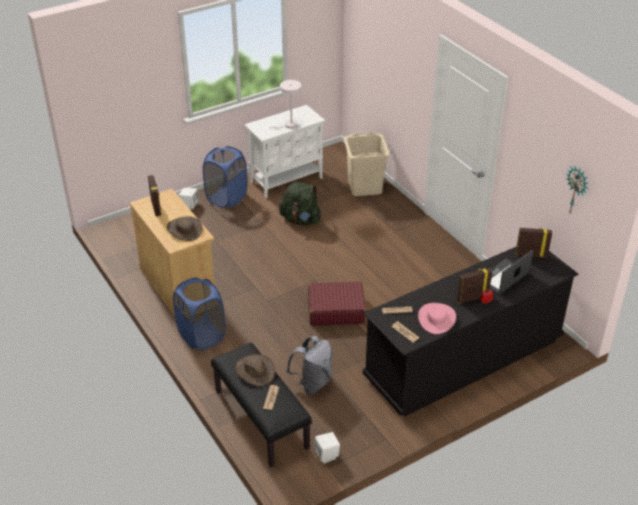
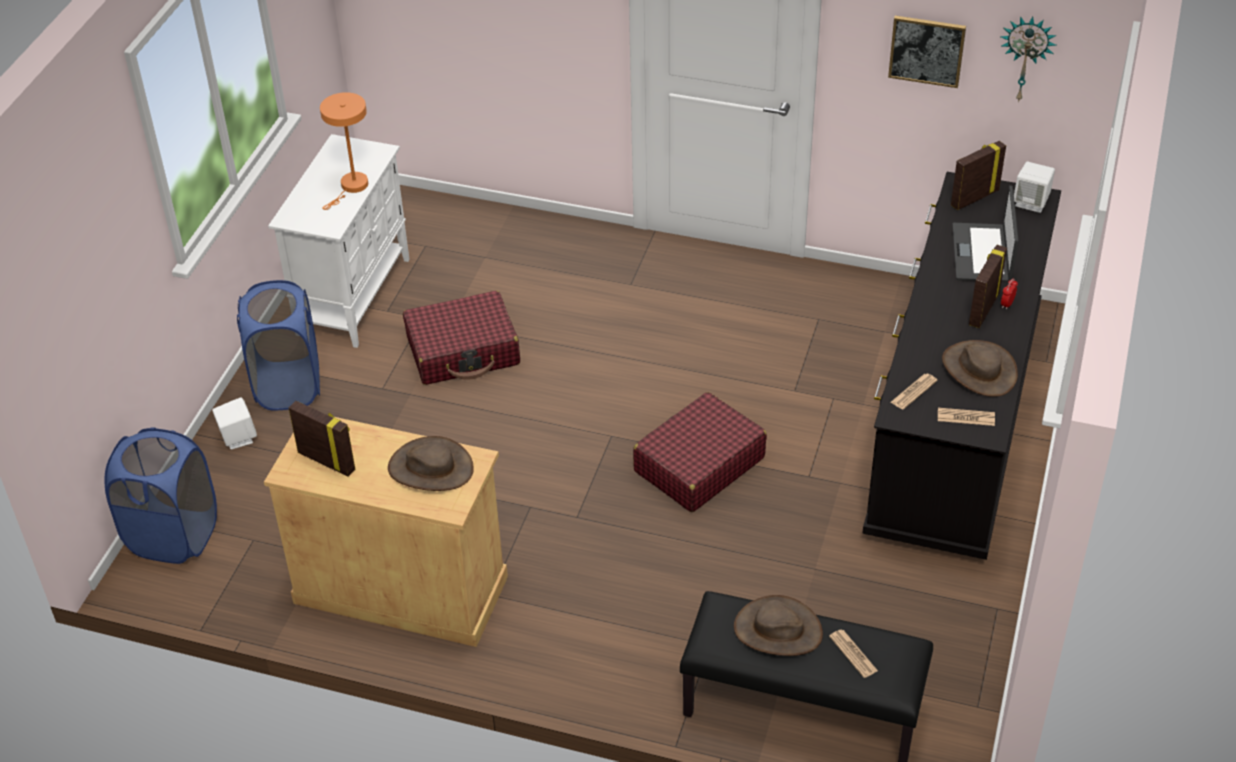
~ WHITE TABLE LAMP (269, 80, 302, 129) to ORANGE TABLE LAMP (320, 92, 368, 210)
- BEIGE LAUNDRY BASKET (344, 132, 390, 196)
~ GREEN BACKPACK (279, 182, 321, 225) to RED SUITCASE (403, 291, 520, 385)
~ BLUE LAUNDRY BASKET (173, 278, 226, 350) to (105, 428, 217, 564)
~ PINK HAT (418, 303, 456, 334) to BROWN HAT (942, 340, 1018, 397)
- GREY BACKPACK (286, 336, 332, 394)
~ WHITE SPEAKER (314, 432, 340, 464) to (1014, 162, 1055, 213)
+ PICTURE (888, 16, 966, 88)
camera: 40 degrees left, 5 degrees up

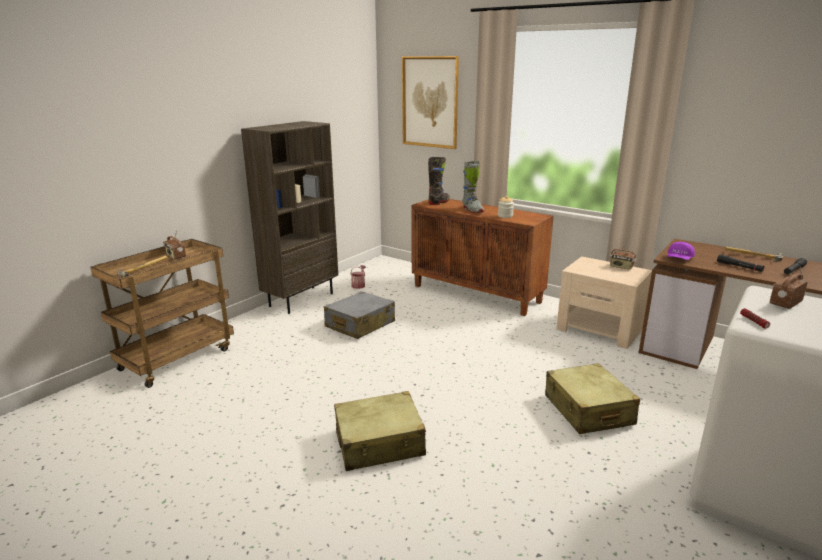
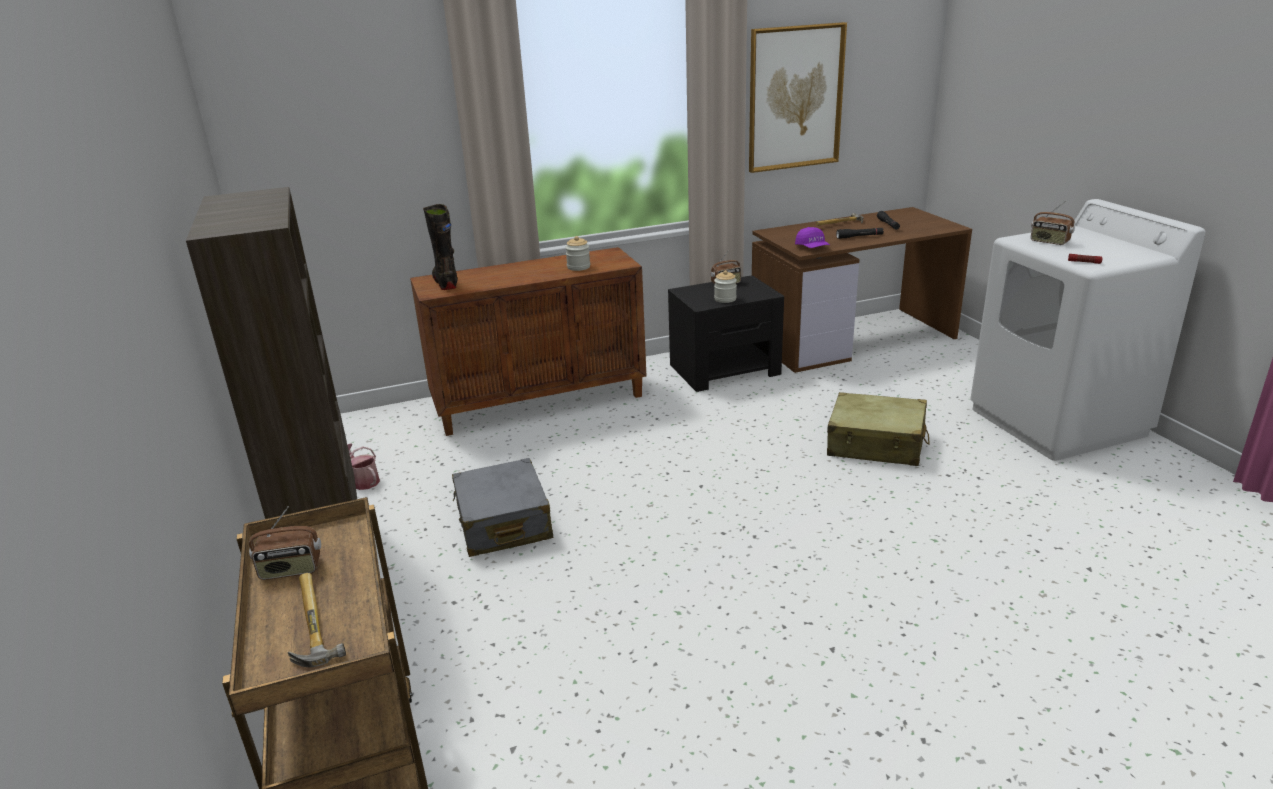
~ PICTURE (402, 56, 459, 149) to (749, 22, 847, 173)
- GREY BOOT (462, 161, 484, 213)
~ BEIGE NIGHTSTAND (556, 256, 652, 349) to BLACK NIGHTSTAND (668, 275, 784, 392)
~ RADIO (770, 267, 808, 309) = (1031, 201, 1075, 245) 45 degrees counterclockwise
- BEIGE SUITCASE (334, 391, 426, 471)
+ JAR (714, 270, 737, 303)
camera: 55 degrees left, 5 degrees up

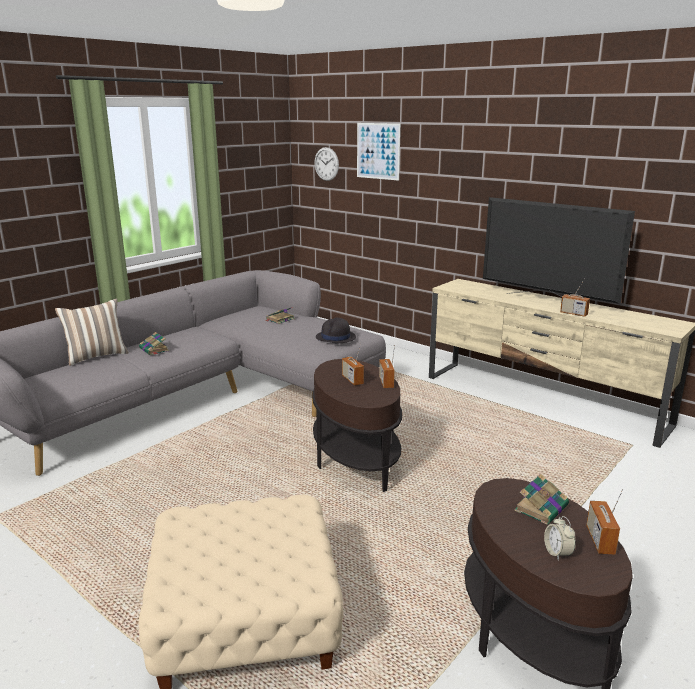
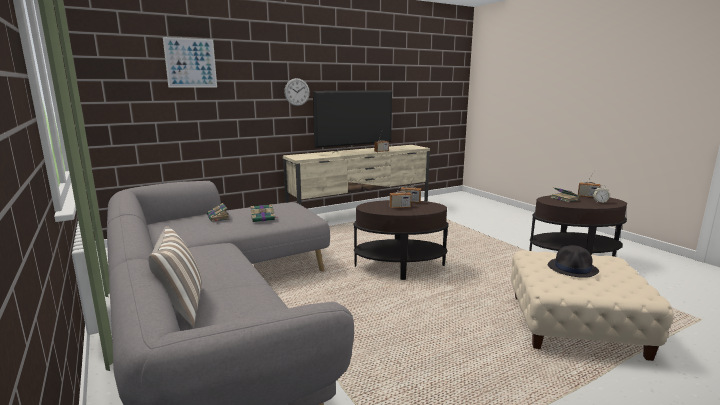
~ WALL CLOCK (314, 147, 339, 181) to (284, 78, 310, 106)
~ BLACK HAT (316, 318, 356, 344) to (548, 245, 599, 278)
~ BOOK (139, 332, 169, 355) to (250, 204, 278, 222)
camera: 70 degrees left, 5 degrees down

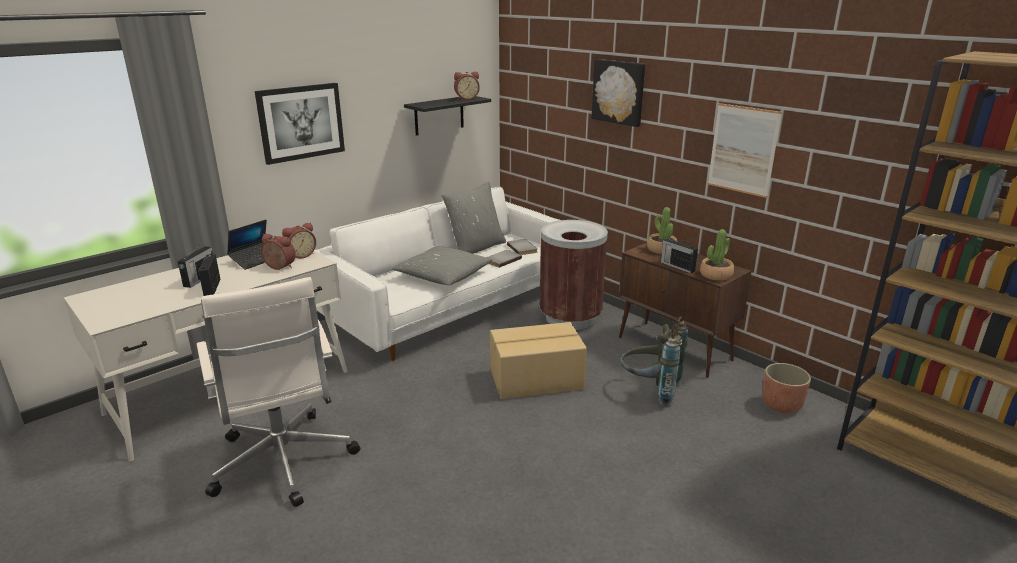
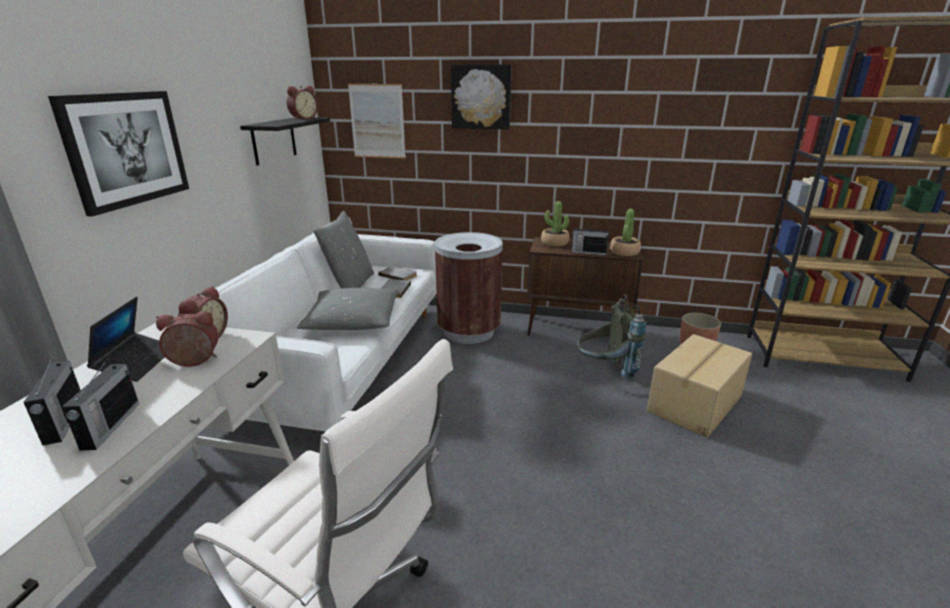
~ PICTURE (708, 103, 782, 198) to (348, 84, 406, 158)
~ RADIO (198, 254, 220, 296) = (62, 357, 139, 450) 135 degrees counterclockwise
~ CARDBOARD BOX (490, 322, 587, 399) to (647, 334, 752, 438)
camera: 35 degrees left, 0 degrees up

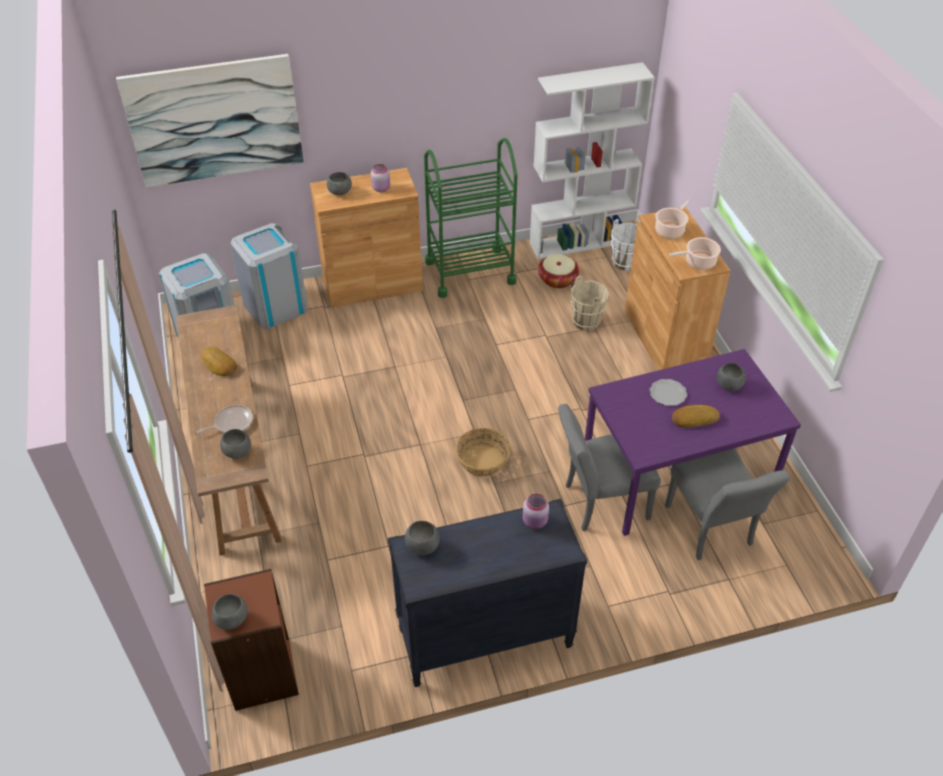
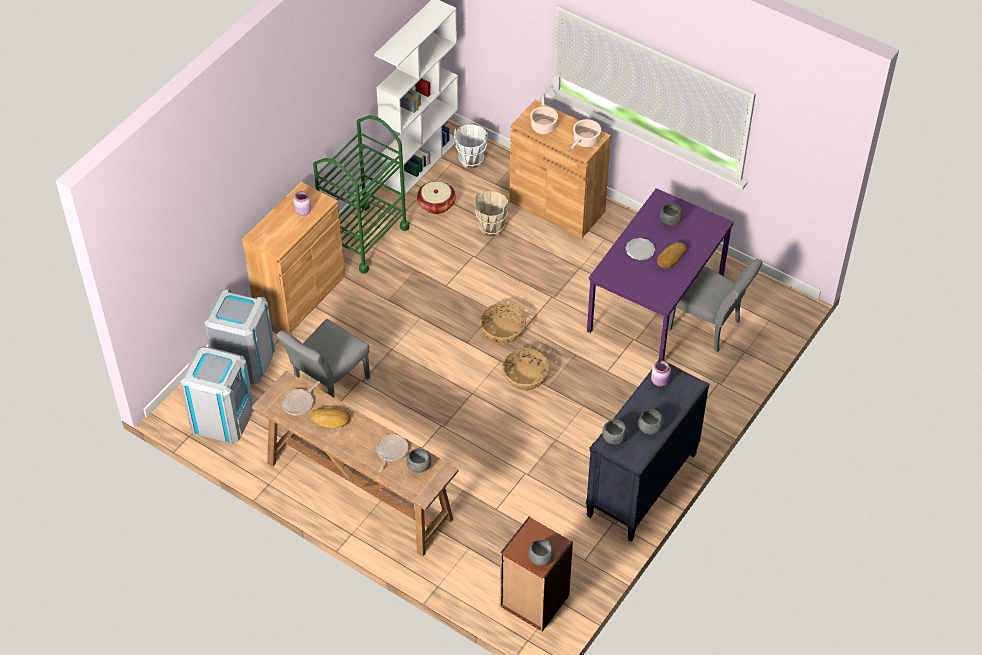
- PICTURE (116, 54, 304, 187)
~ GREY BOWL (327, 172, 352, 195) to (638, 409, 664, 434)
~ GREY CHAIR (558, 404, 661, 531) to (276, 319, 370, 397)
+ BASKET (480, 303, 526, 344)
+ FRYING PAN (282, 381, 320, 415)
camera: 40 degrees left, 5 degrees up

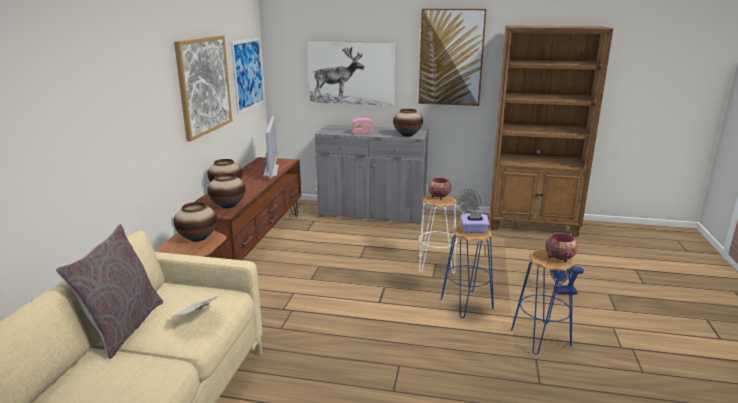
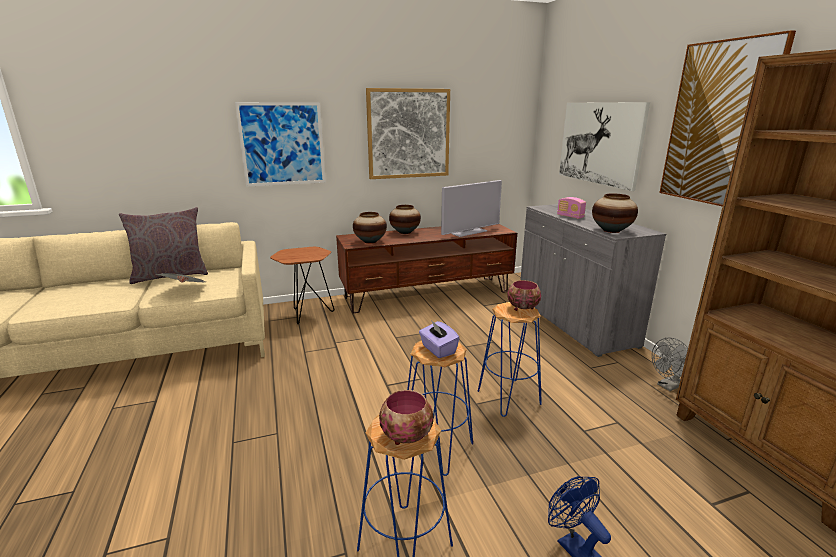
~ PICTURE (231, 38, 265, 114) to (235, 102, 326, 187)
~ WHITE STOOL (419, 195, 457, 273) to BLUE STOOL (478, 302, 542, 417)
- VASE (174, 202, 217, 242)
camera: 60 degrees right, 0 degrees up

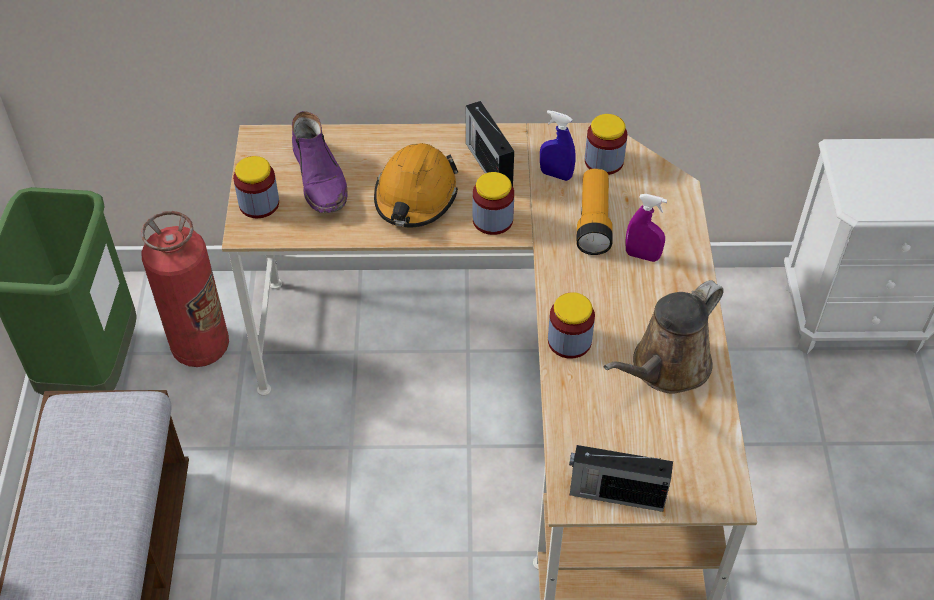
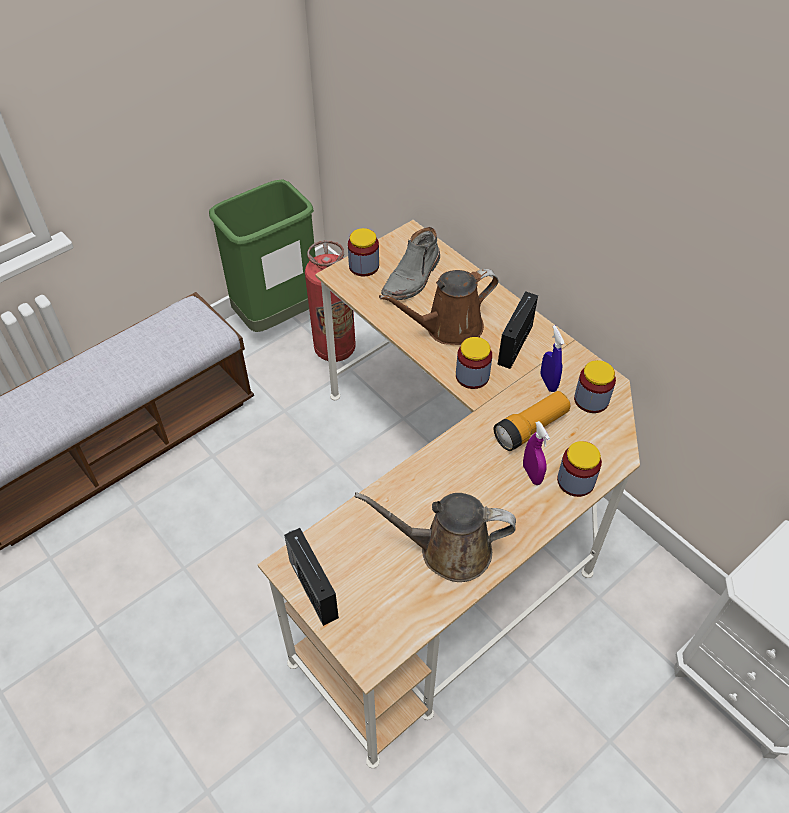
~ PURPLE BOOT (292, 111, 347, 213) to GREY BOOT (381, 227, 440, 300)
~ ORANGE HARD HAT (374, 143, 458, 227) to BROWN WATERING CAN (379, 269, 498, 345)
~ JAR (548, 292, 595, 359) to (557, 441, 602, 497)
camera: 50 degrees right, 0 degrees up

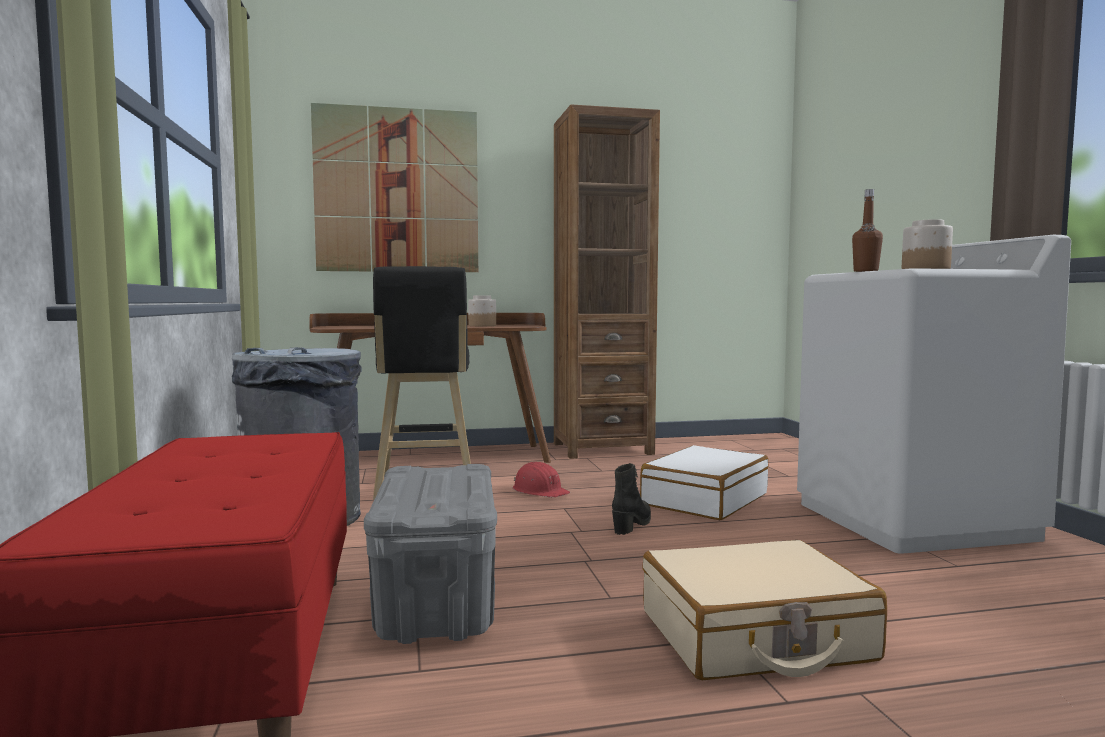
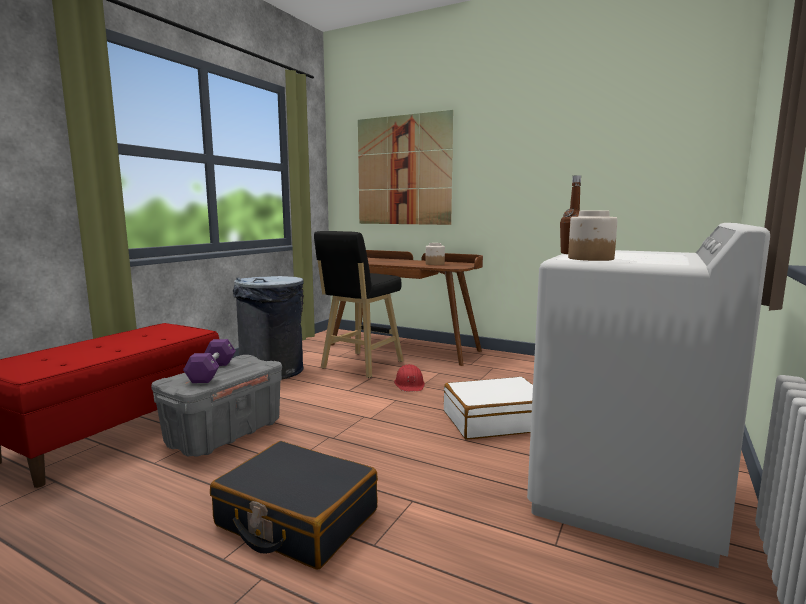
- BROWN BOOKCASE (554, 104, 660, 459)
- BLACK BOOT (612, 463, 651, 535)
~ BEIGE SUITCASE (643, 540, 887, 680) to BLACK SUITCASE (210, 441, 378, 570)
+ PURPLE DUMBBELL (183, 339, 236, 383)
camera: 40 degrees right, 5 degrees up

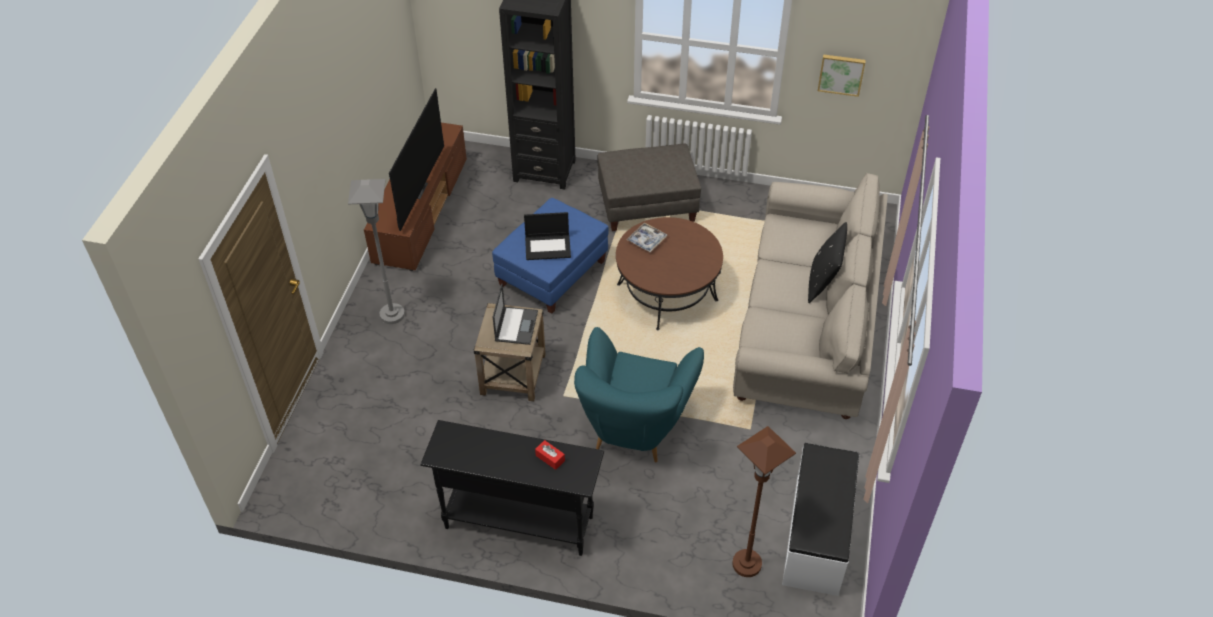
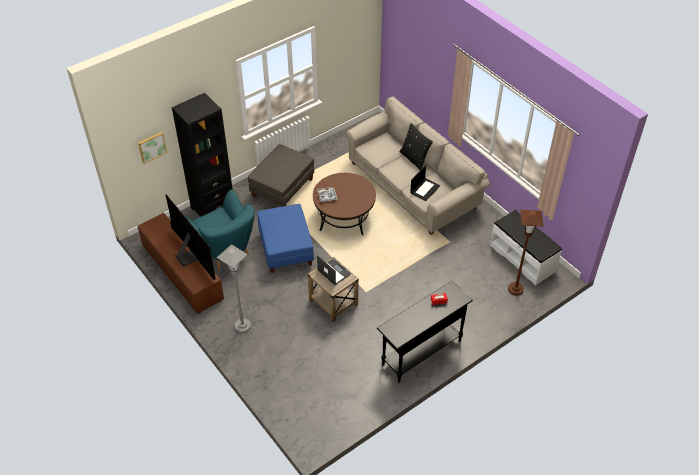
~ PICTURE (818, 54, 866, 97) to (138, 132, 167, 164)
~ LAPTOP (524, 212, 571, 260) to (410, 165, 440, 201)
~ TURQUOISE ARMCHAIR (574, 327, 704, 462) to (184, 190, 255, 270)
camera: 50 degrees left, 0 degrees up

